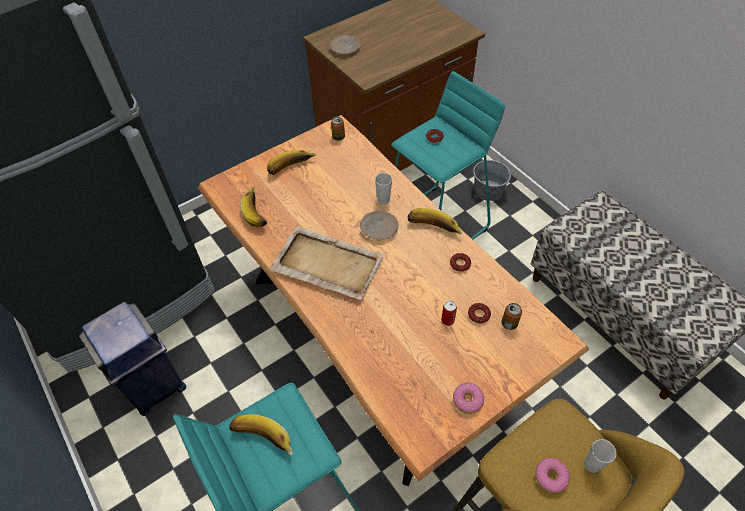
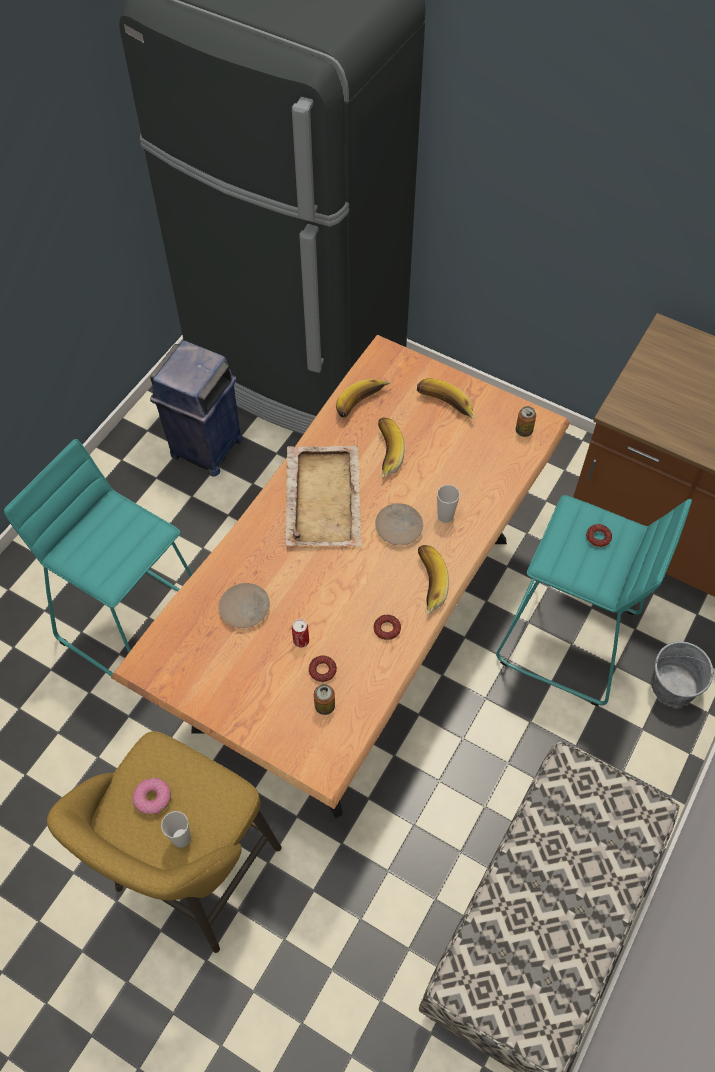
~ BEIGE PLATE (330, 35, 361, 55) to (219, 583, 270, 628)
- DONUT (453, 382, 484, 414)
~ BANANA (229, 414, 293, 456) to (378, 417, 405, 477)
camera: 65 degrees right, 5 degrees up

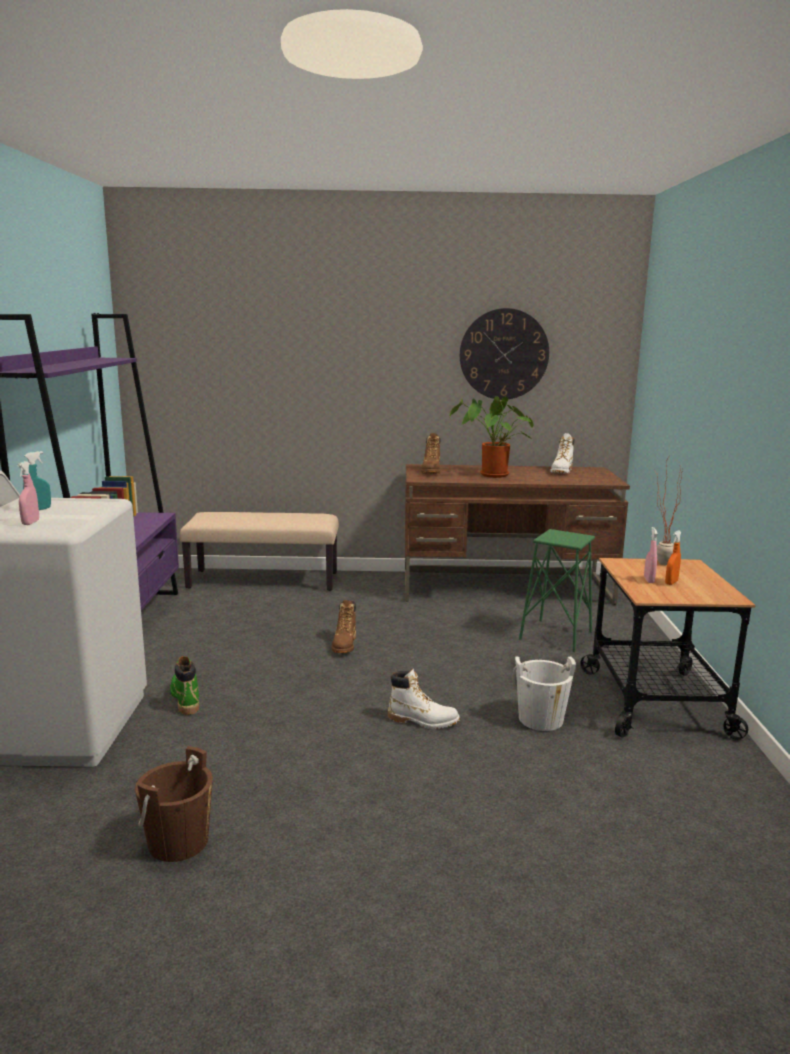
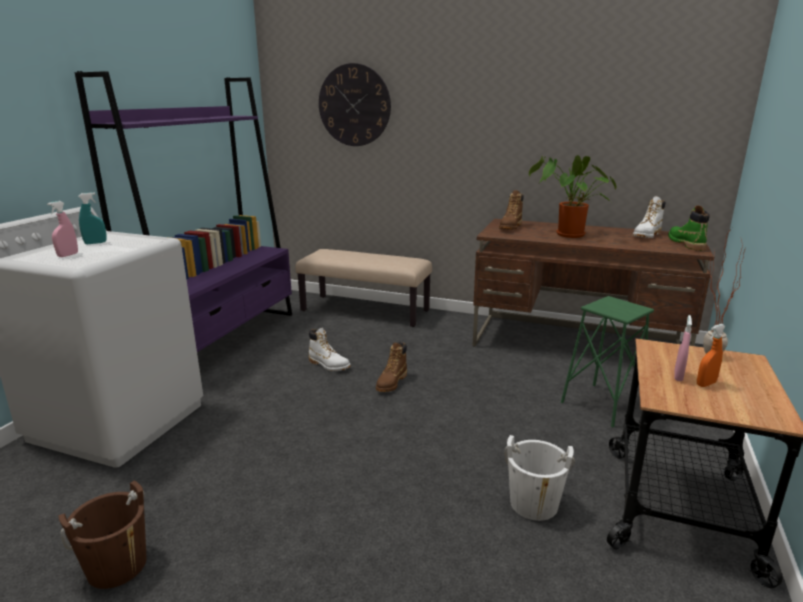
~ WALL CLOCK (460, 308, 549, 400) to (319, 63, 391, 146)
~ GREEN BOOT (170, 656, 199, 715) to (668, 206, 710, 251)
~ WHITE BOOT (388, 669, 460, 729) to (309, 328, 351, 371)
camera: 20 degrees right, 5 degrees up

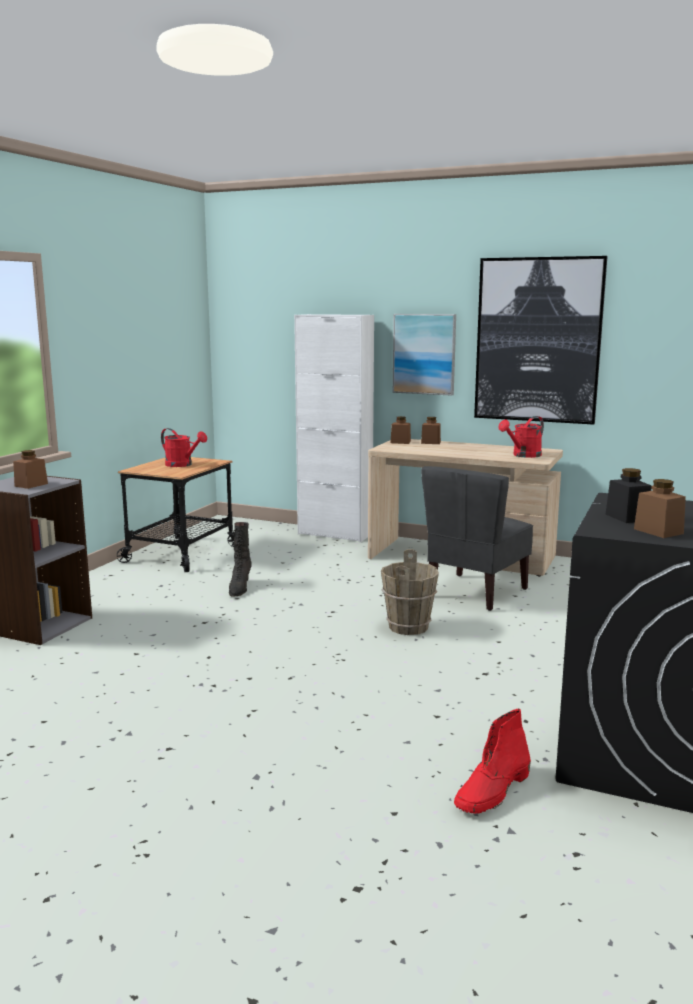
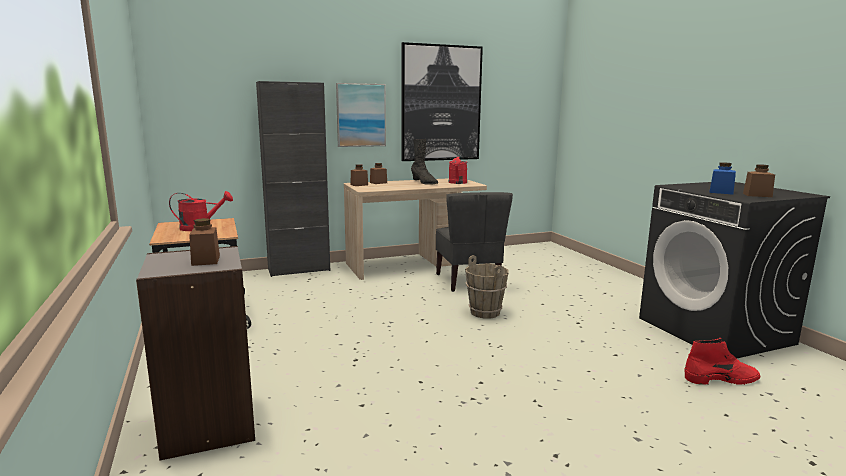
~ WHITE CABINET (294, 314, 374, 542) to BLACK CABINET (256, 81, 330, 277)
~ BLACK JAR (606, 468, 652, 523) to BLUE JAR (709, 162, 736, 195)
~ BLACK BOOT (229, 522, 252, 596) to (411, 139, 438, 184)
~ RED BOOT (454, 709, 531, 814) = (685, 338, 760, 385) 90 degrees counterclockwise
camera: 45 degrees left, 0 degrees up

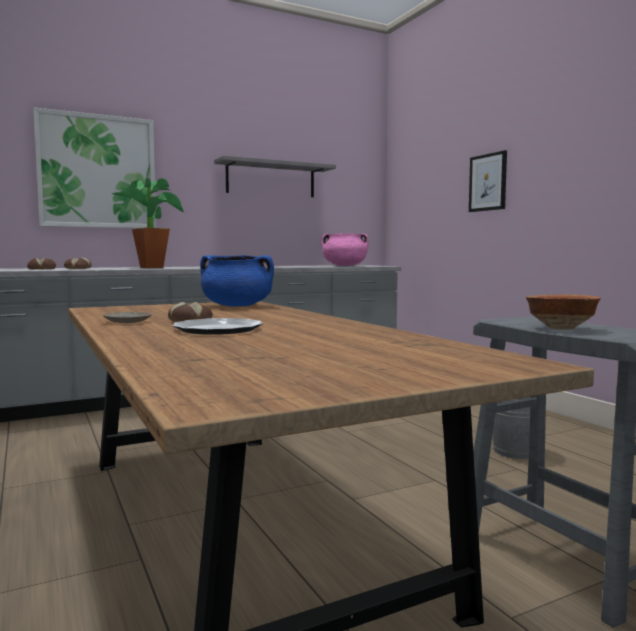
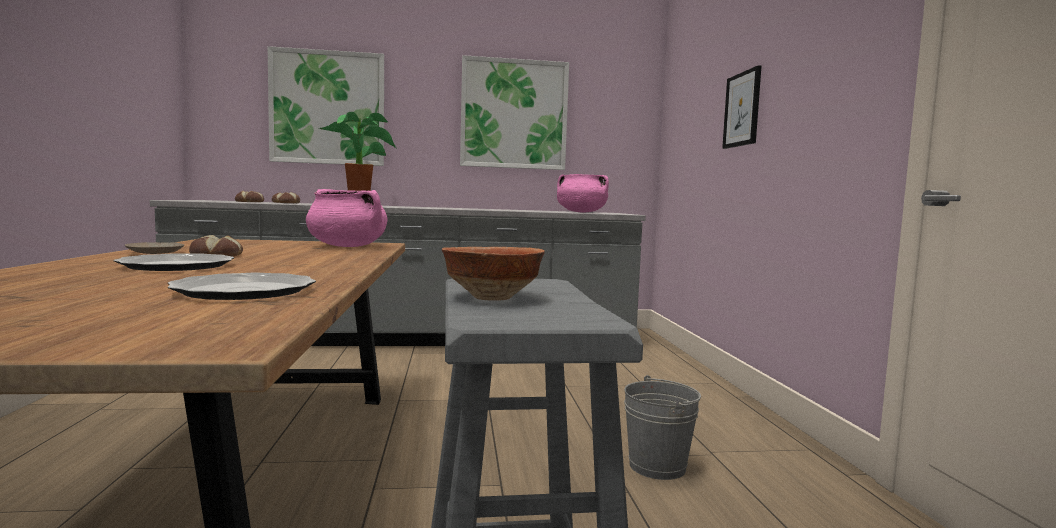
~ GREY SHELF (214, 155, 336, 197) to PICTURE (460, 55, 569, 170)
~ BLUE COOKING POT (200, 255, 274, 307) to PINK COOKING POT (306, 189, 388, 247)
+ PLATE (168, 273, 316, 300)
camera: 20 degrees right, 0 degrees up

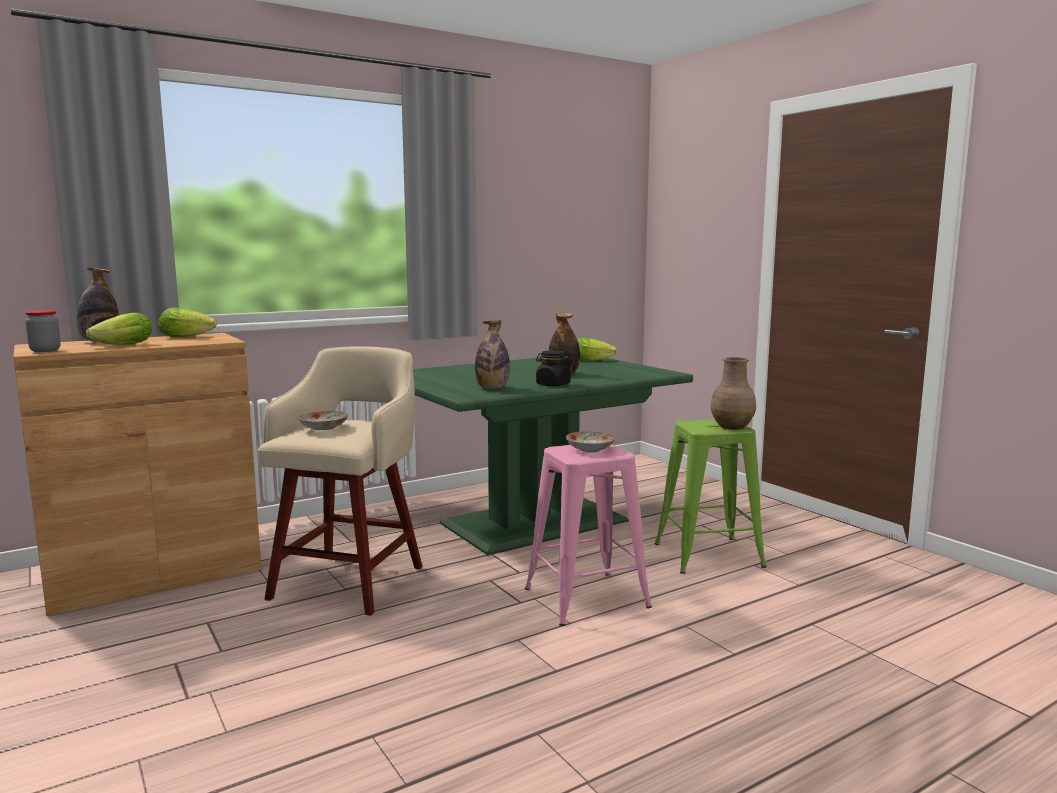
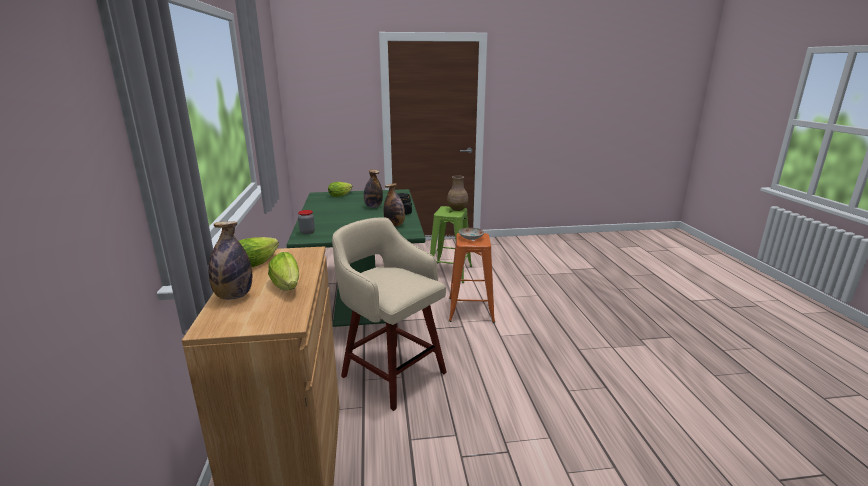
~ JAR (25, 310, 61, 352) to (298, 210, 315, 234)
- PLATE (298, 411, 349, 430)
~ PINK STOOL (525, 444, 652, 626) to ORANGE STOOL (449, 233, 495, 323)
camera: 65 degrees left, 10 degrees up

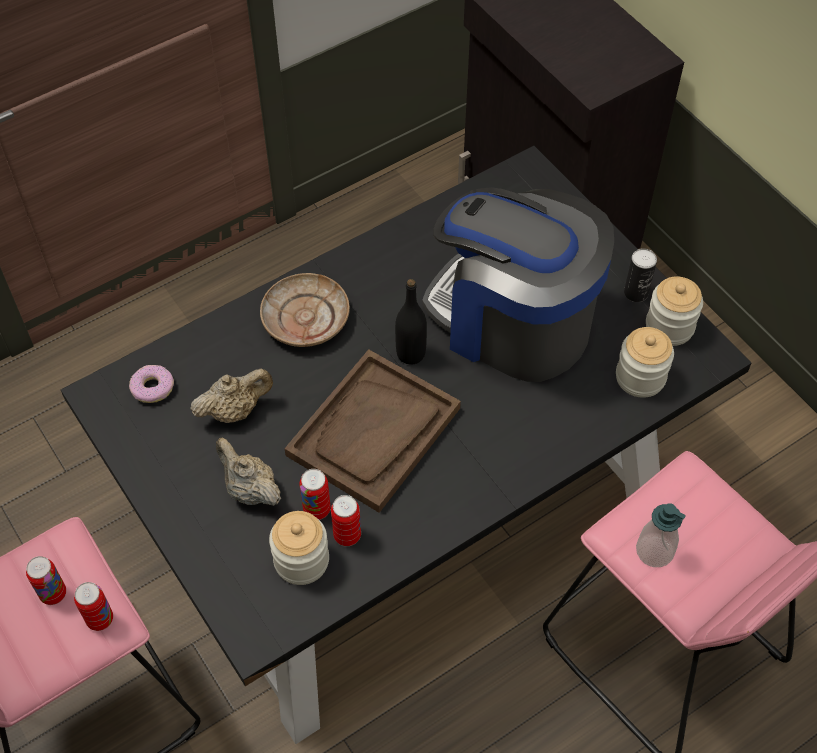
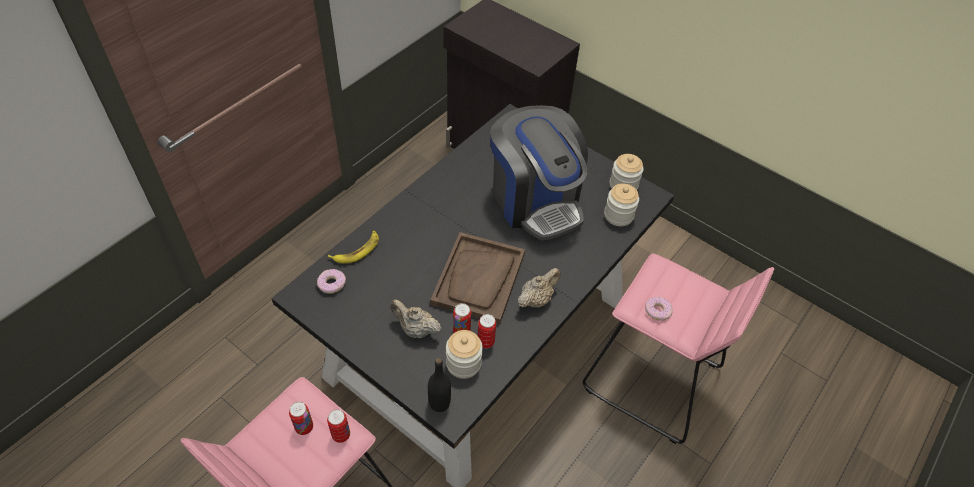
~ COFFEE MACHINE (422, 187, 614, 382) = (490, 105, 588, 241) 135 degrees counterclockwise
- CAN (624, 248, 657, 302)
- BEIGE PLATE (260, 273, 350, 347)
~ BLACK BOTTLE (395, 279, 427, 364) to (428, 358, 451, 412)
~ BEIGE TEAPOT (190, 368, 273, 423) to (517, 268, 560, 308)
~ SOAP DISPENSER (636, 503, 686, 567) to DONUT (645, 297, 673, 321)
+ BANANA (328, 231, 379, 264)
camera: 20 degrees left, 5 degrees down

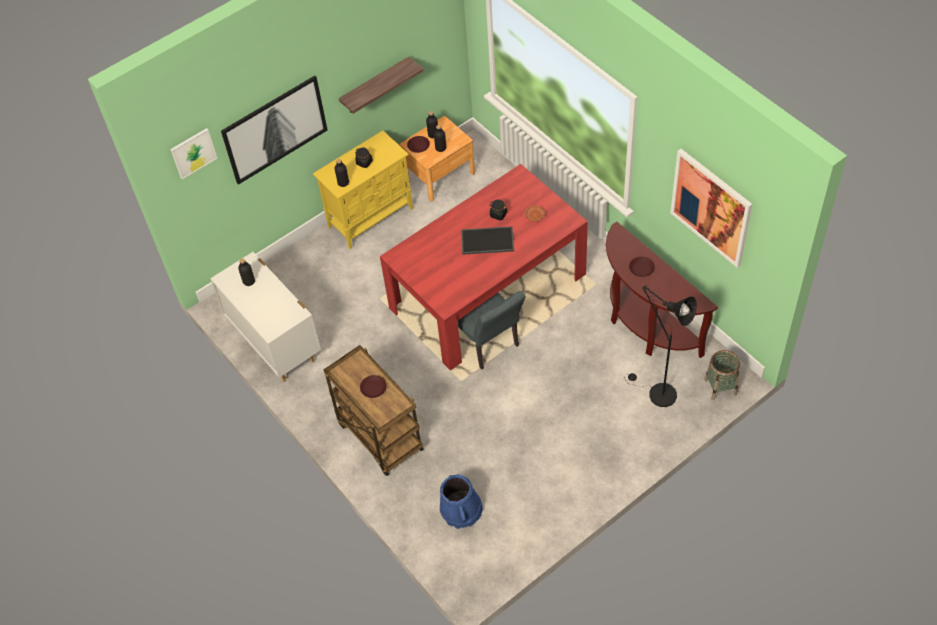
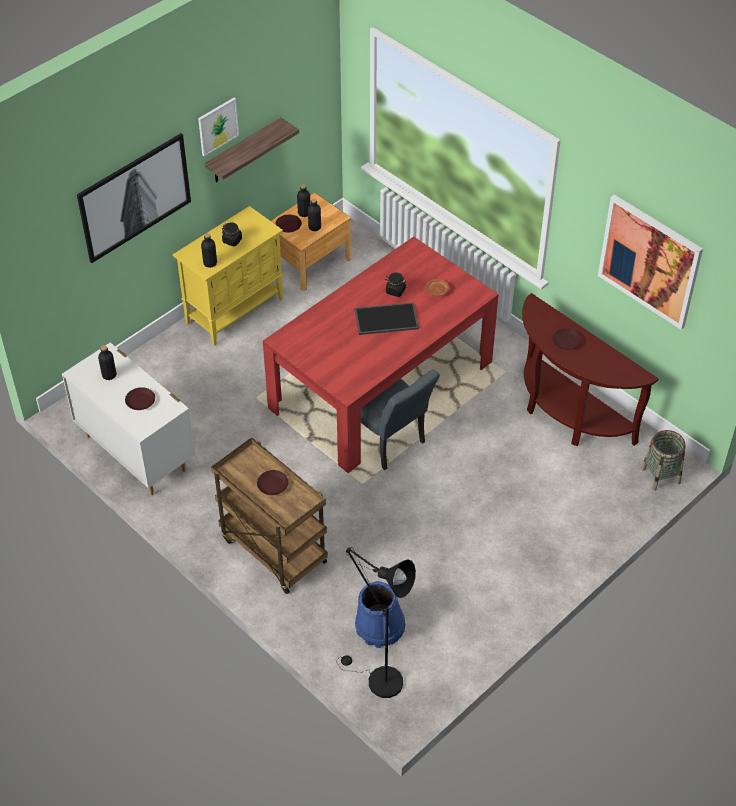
~ PICTURE (170, 128, 217, 179) to (198, 98, 239, 156)
~ BLACK FLOOR LAMP (625, 286, 697, 407) to (336, 547, 416, 698)
+ BROWN PLATE (125, 387, 155, 410)
camera: 10 degrees left, 5 degrees down

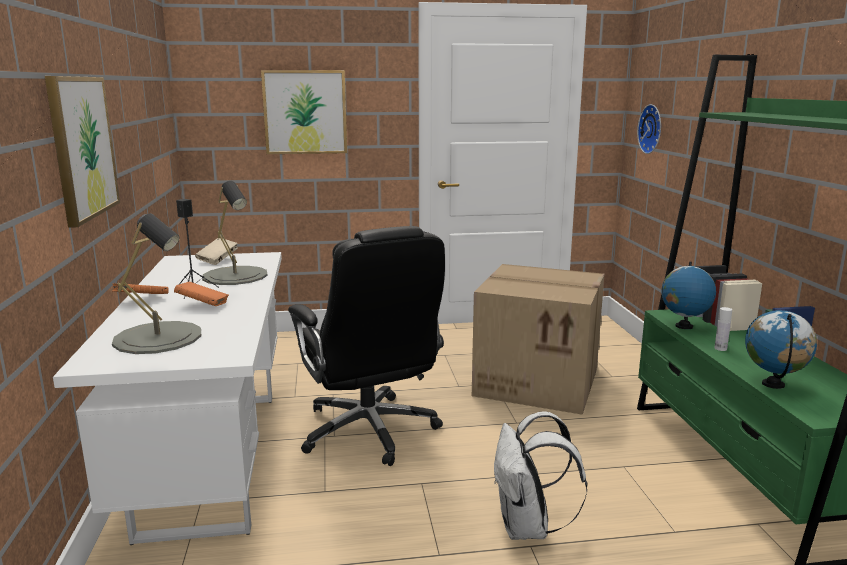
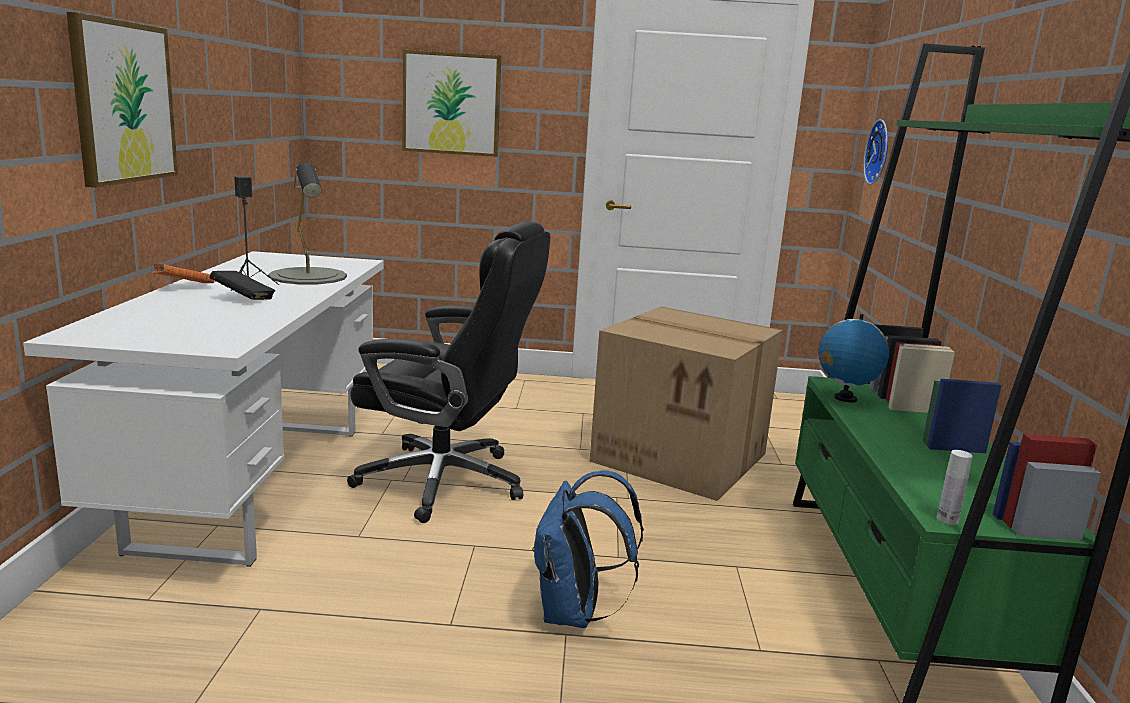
- GREY TABLE LAMP (112, 213, 201, 354)
~ BLACK OFFICE CHAIR (288, 226, 445, 466) = (347, 221, 550, 523) 60 degrees counterclockwise
- BEIGE BOOK (195, 238, 238, 265)
~ ORANGE BOOK (174, 282, 229, 306) to BLACK BOOK (210, 271, 275, 300)
~ WHITE BOTTLE (714, 307, 732, 351) to (937, 450, 973, 525)
- GLOBE (745, 310, 817, 389)
~ WHITE BACKPACK (494, 411, 588, 540) to BLUE BACKPACK (532, 471, 644, 628)
camera: 10 degrees right, 0 degrees up

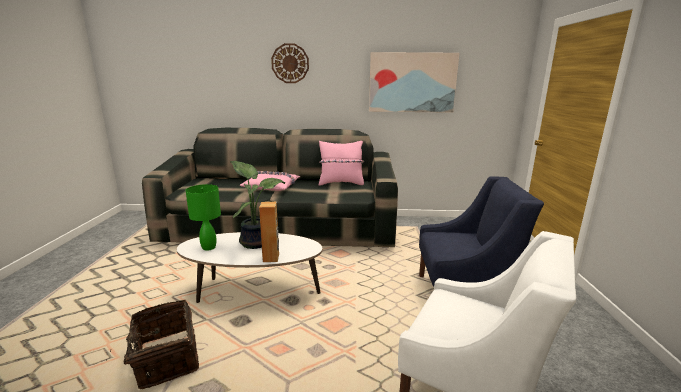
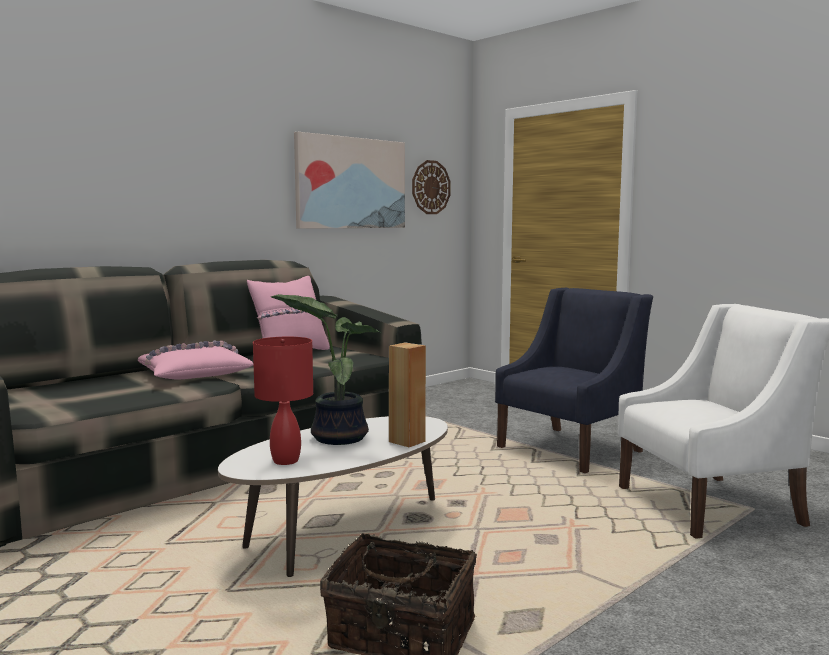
~ WALL CLOCK (271, 43, 309, 83) to (412, 160, 451, 214)
~ GREEN TABLE LAMP (186, 184, 221, 251) to RED TABLE LAMP (253, 337, 313, 465)
camera: 45 degrees left, 10 degrees down

